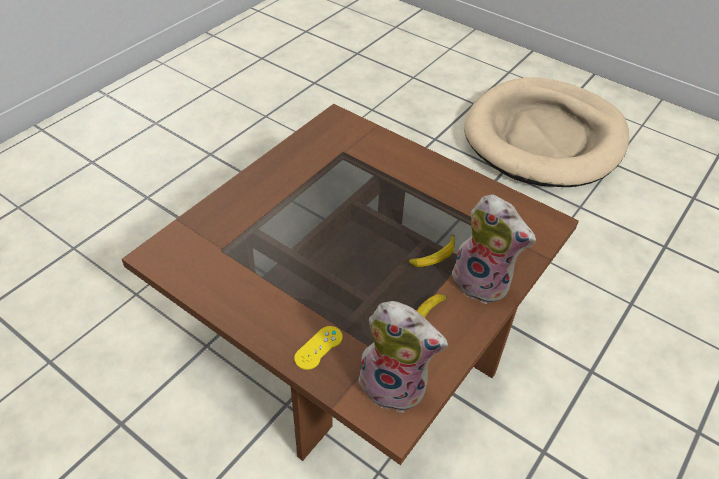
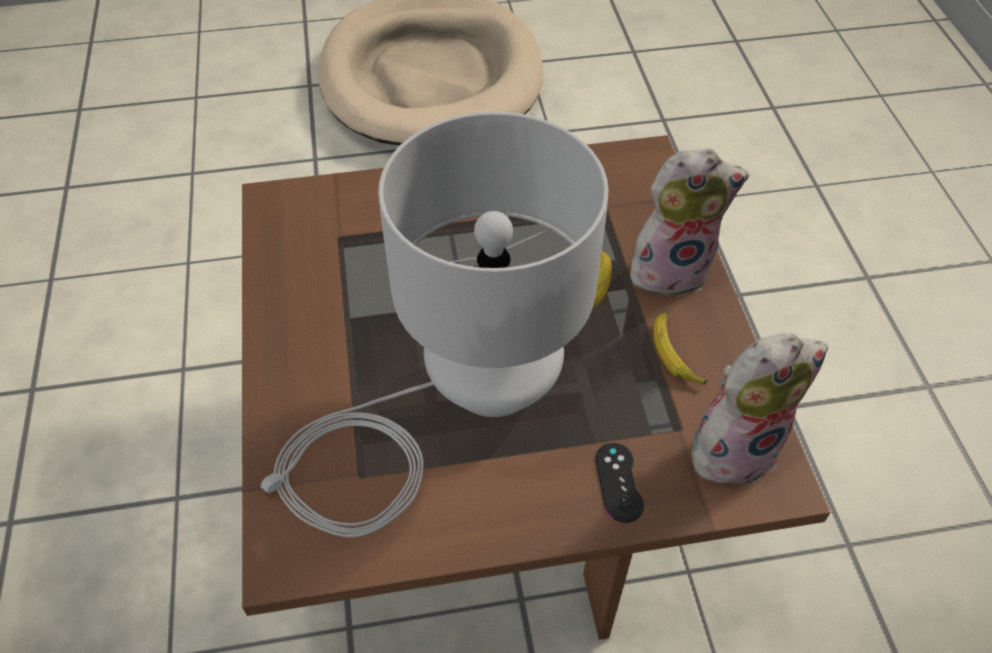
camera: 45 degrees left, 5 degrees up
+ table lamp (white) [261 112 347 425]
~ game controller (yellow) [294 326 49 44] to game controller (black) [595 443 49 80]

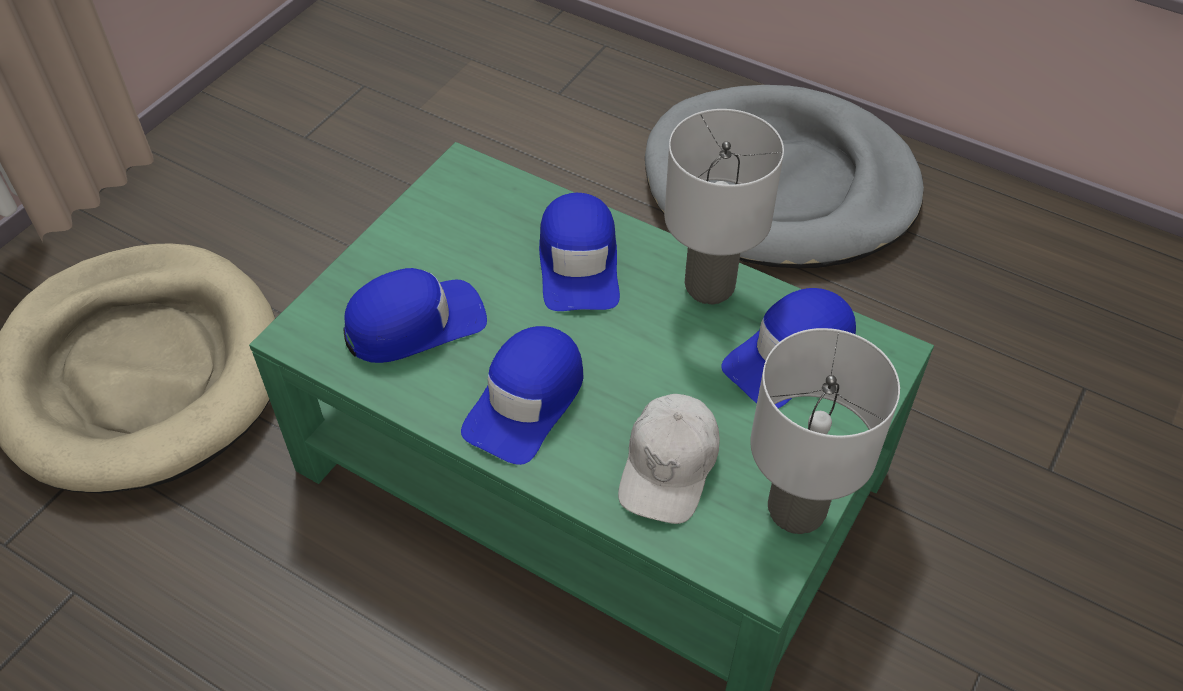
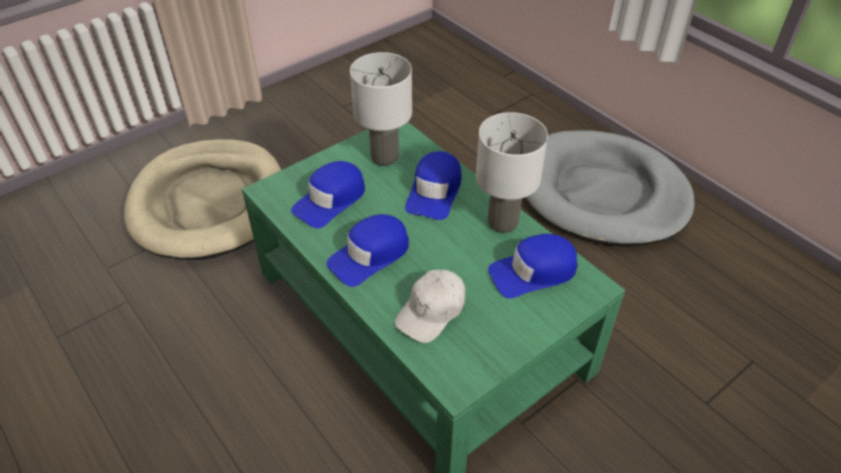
camera: 20 degrees right, 5 degrees down
~ table lamp (white) [750 328 150 206] to [350 52 62 114]
~ cap (blue) [343 268 144 95] = [291 161 74 67] 135 degrees clockwise

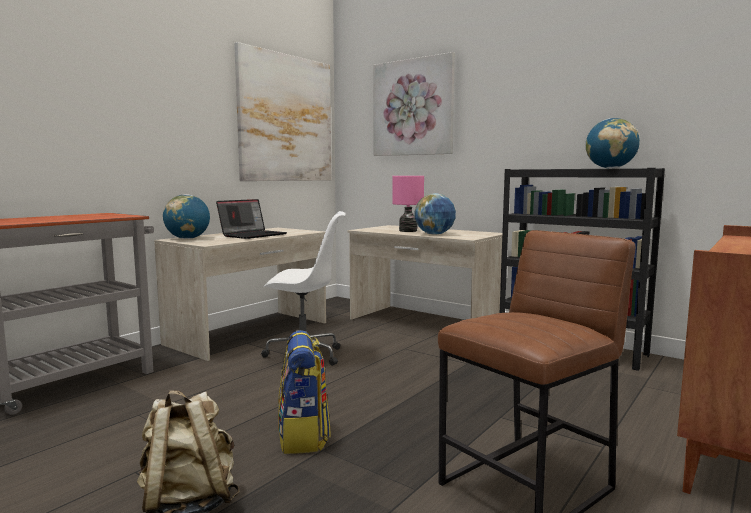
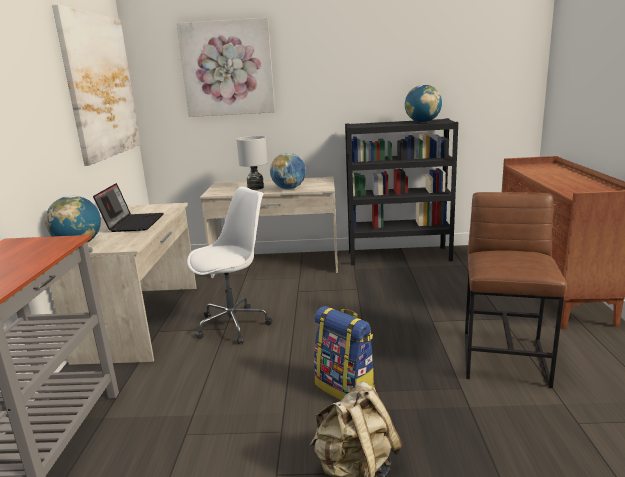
camera: 35 degrees left, 10 degrees up
~ table lamp (pink) [392 176 32 56] to table lamp (grey) [236 136 32 54]

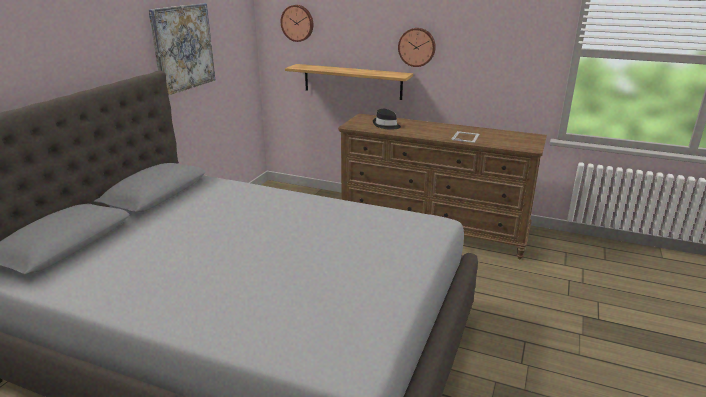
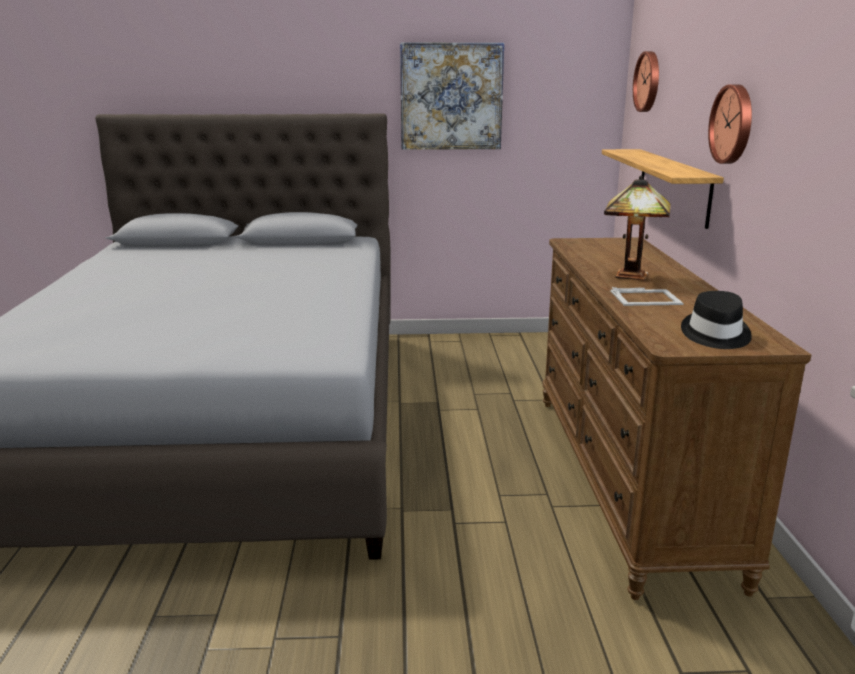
camera: 65 degrees right, 5 degrees down
+ table lamp [604 175 67 106]
~ hat (black) [373 109 28 21] to [681 291 71 58]

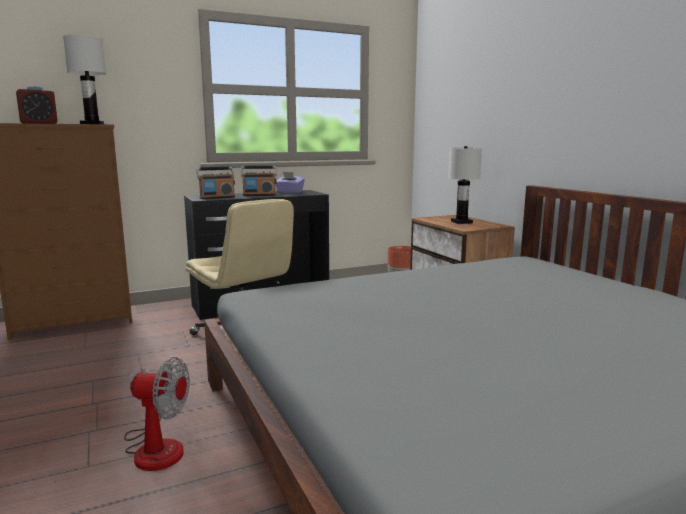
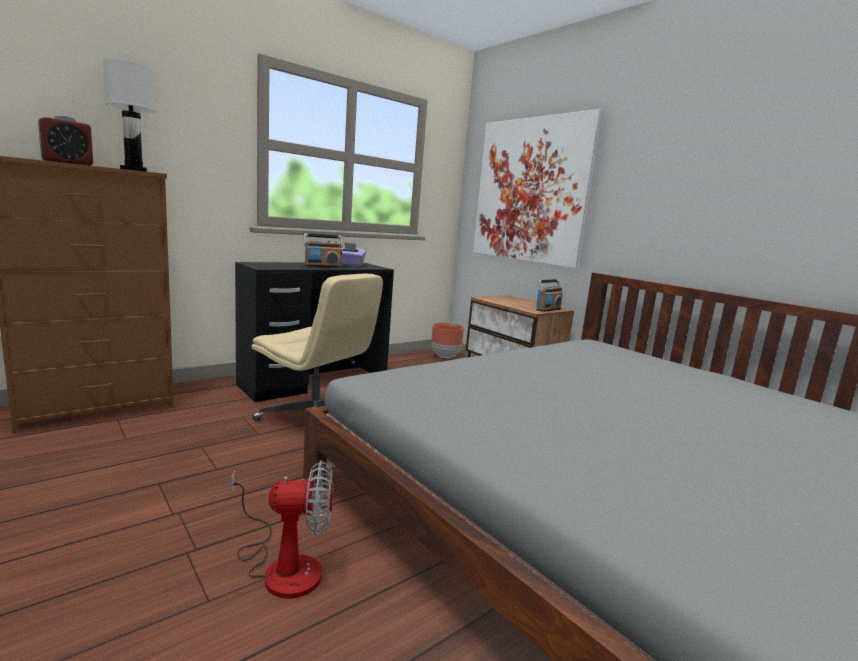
camera: 15 degrees left, 0 degrees up
- table lamp (white) [448 146 34 78]
+ picture [473 109 131 159]
~ radio [196 167 39 32] to [536 279 27 33]

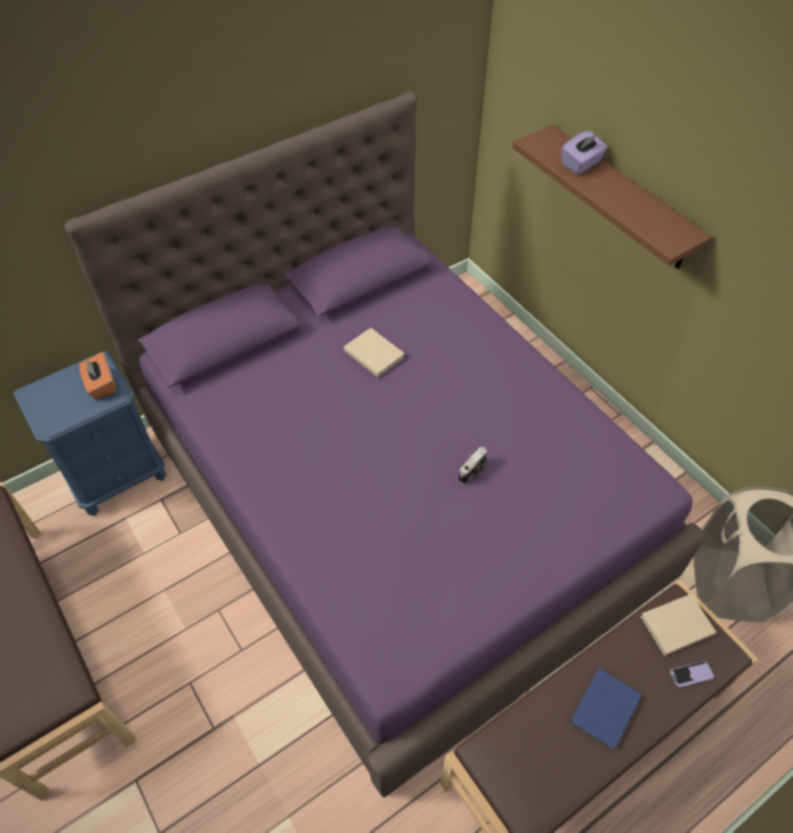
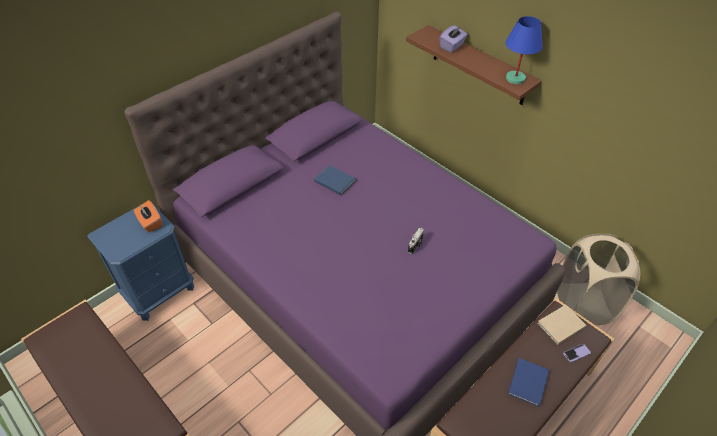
camera: 10 degrees left, 5 degrees down
+ table lamp (blue) [506 16 37 68]
~ book (beige) [344 328 61 49] to book (blue) [314 165 42 30]

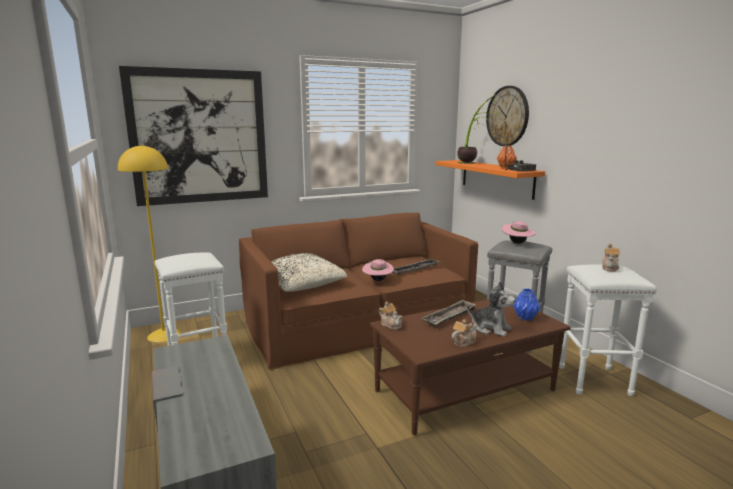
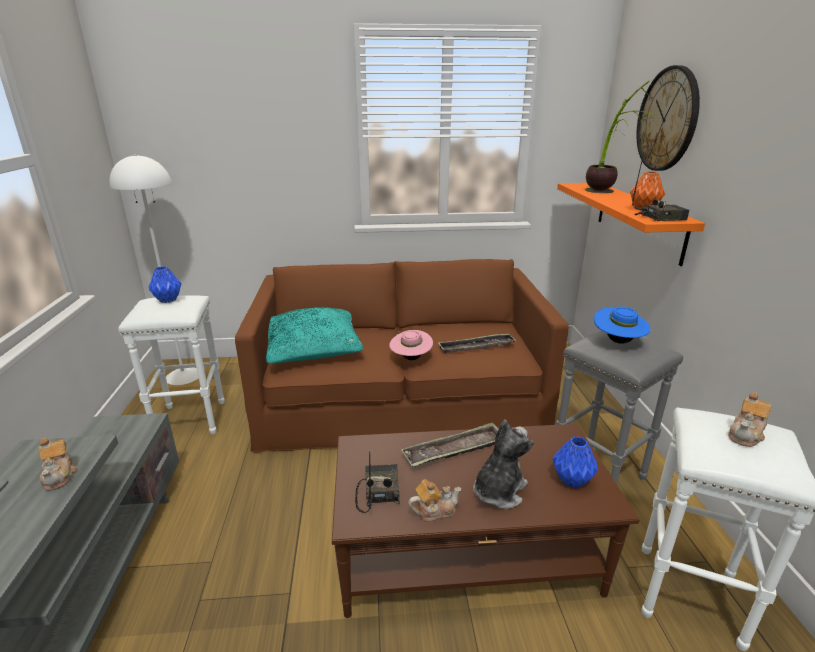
camera: 20 degrees right, 10 degrees up
- picture [119 66 149 140]
+ vase (blue) [149 266 32 37]
+ radio [355 451 45 62]
~ teapot [379 301 24 29] to [39 438 38 53]
~ floor lamp (yellow) [118 144 62 198] to floor lamp (white) [109 154 90 231]
~ pillow (beige) [271 253 76 39] to pillow (turquoise) [265 307 98 57]
~ hat (pink) [501 221 35 23] to hat (blue) [594 307 57 37]
~ plush toy [467 281 49 56] = [473 419 61 90] 105 degrees counterclockwise

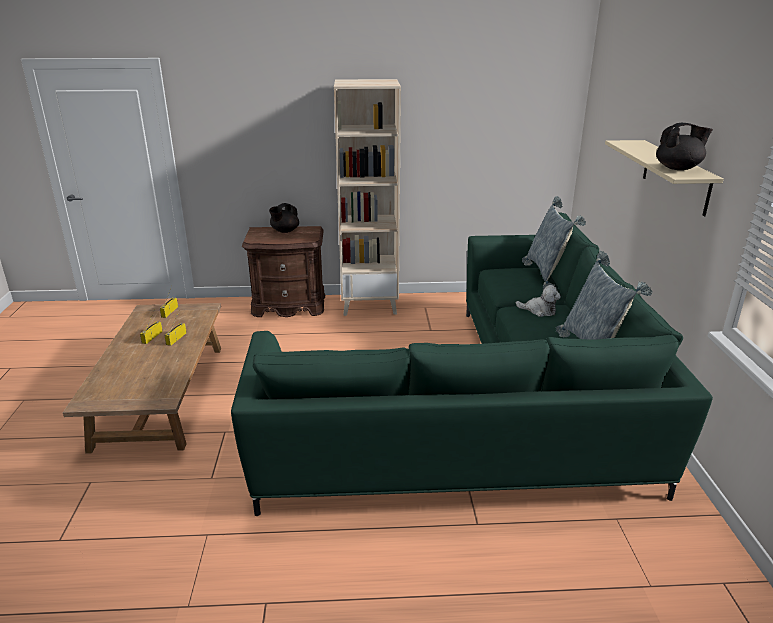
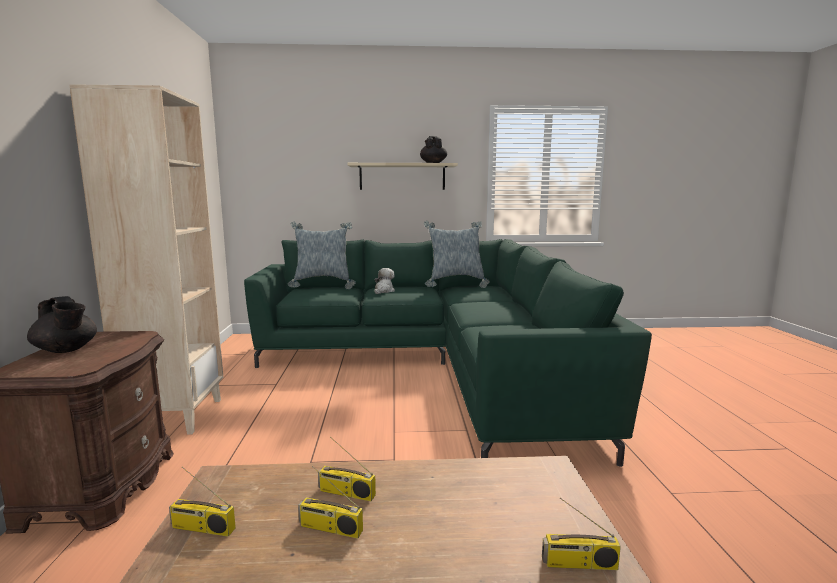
camera: 90 degrees left, 15 degrees down
+ radio [542 498 79 72]

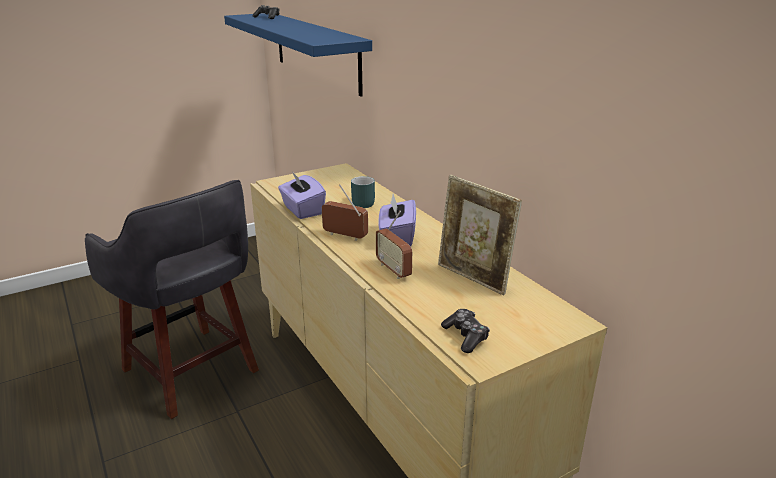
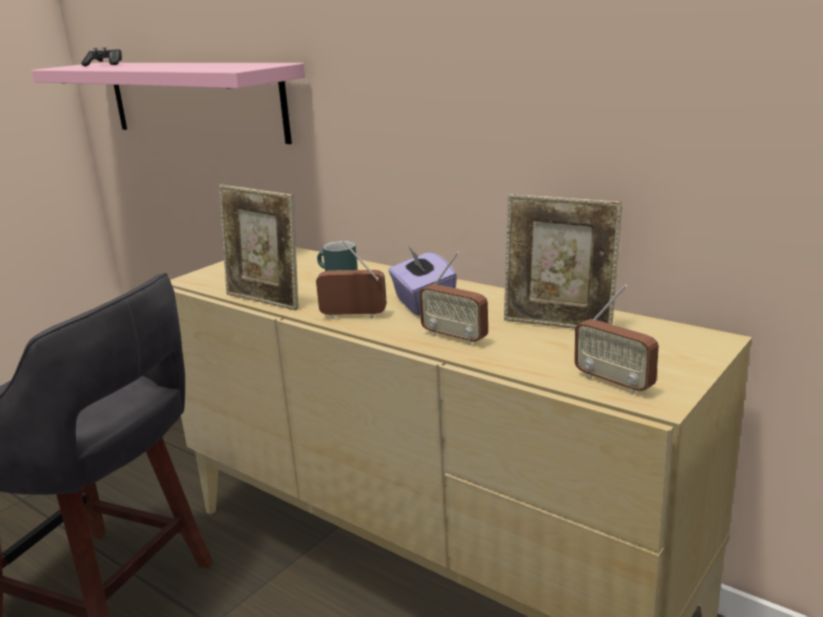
camera: 20 degrees left, 5 degrees down
~ tissue box (purple) [278 172 48 47] to picture frame [219 184 80 126]
~ game controller [441 309 49 44] to radio [574 285 85 110]
~ shelf (blue) [224 13 148 84] to shelf (pink) [32 63 273 81]

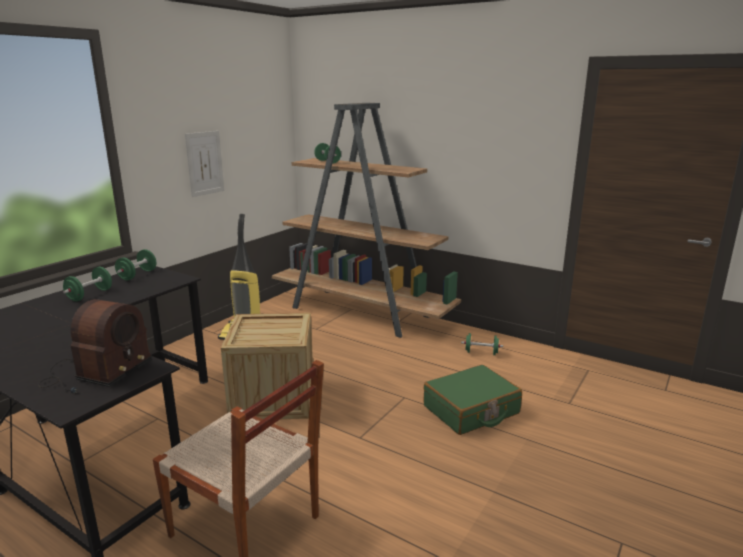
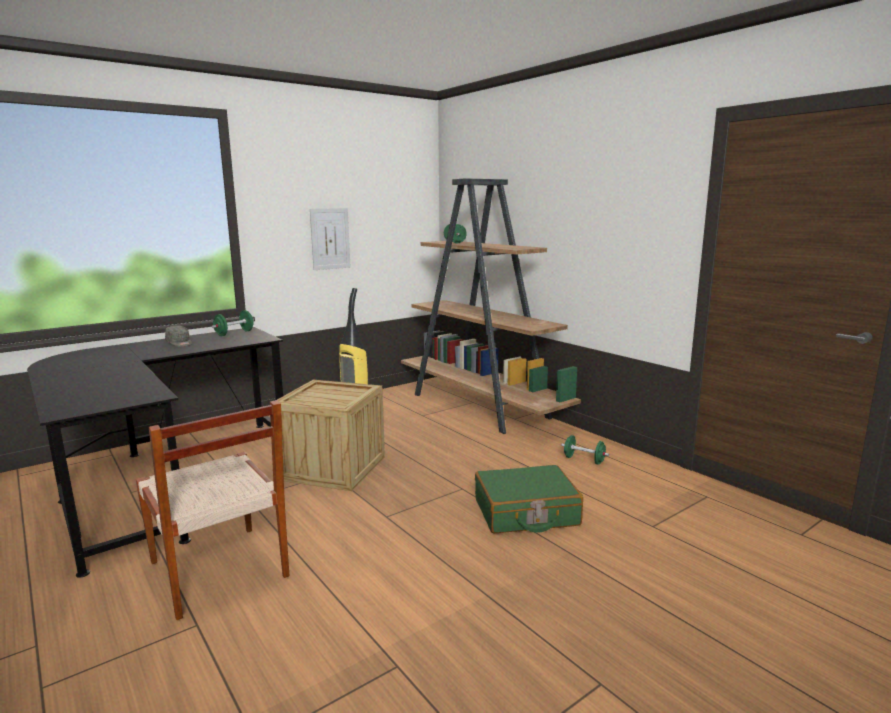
camera: 20 degrees right, 5 degrees down
- radio [38 299 114 94]
~ dumbbell (green) [63 267 49 34] to cap (grey) [165 326 27 21]

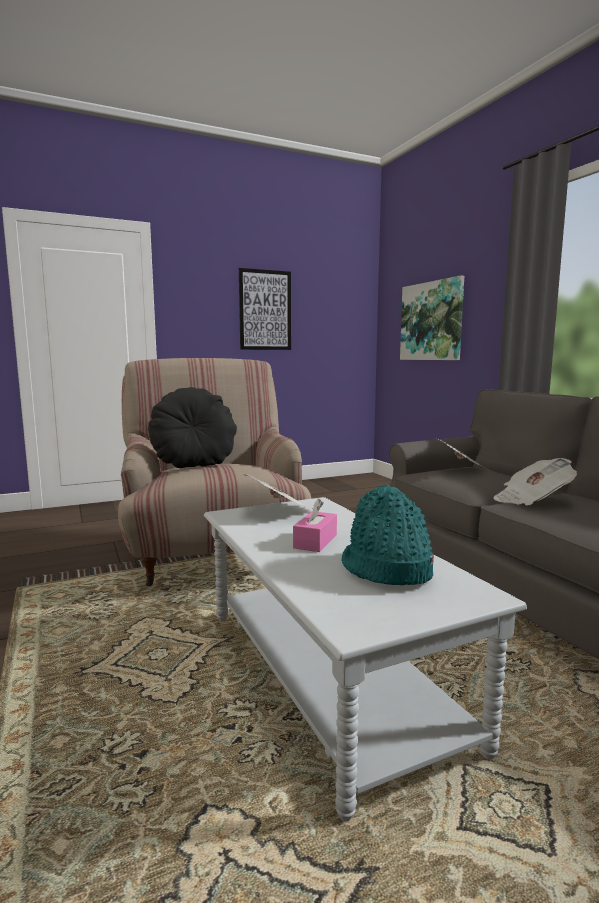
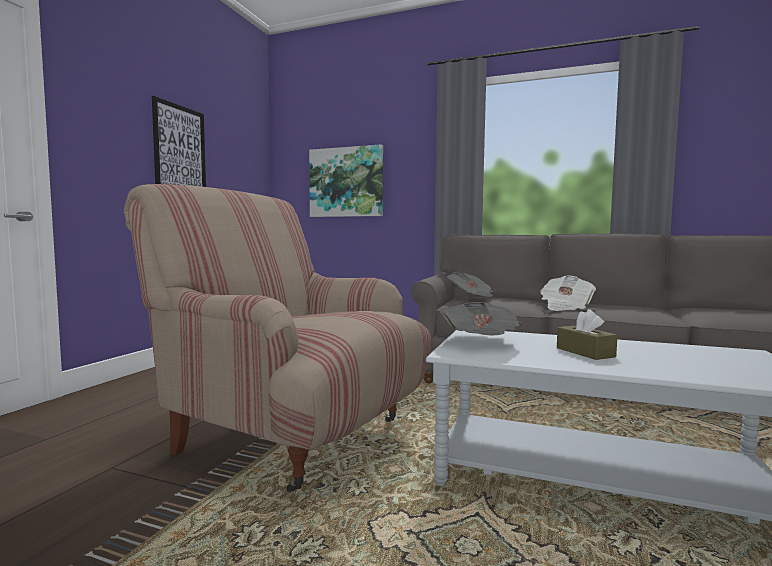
camera: 45 degrees left, 5 degrees down
- pillow (black) [148 387 89 81]
- hat (turquoise) [342 484 92 101]
~ tissue box (pink) [293 498 44 54] to tissue box (brown) [557 309 60 51]

